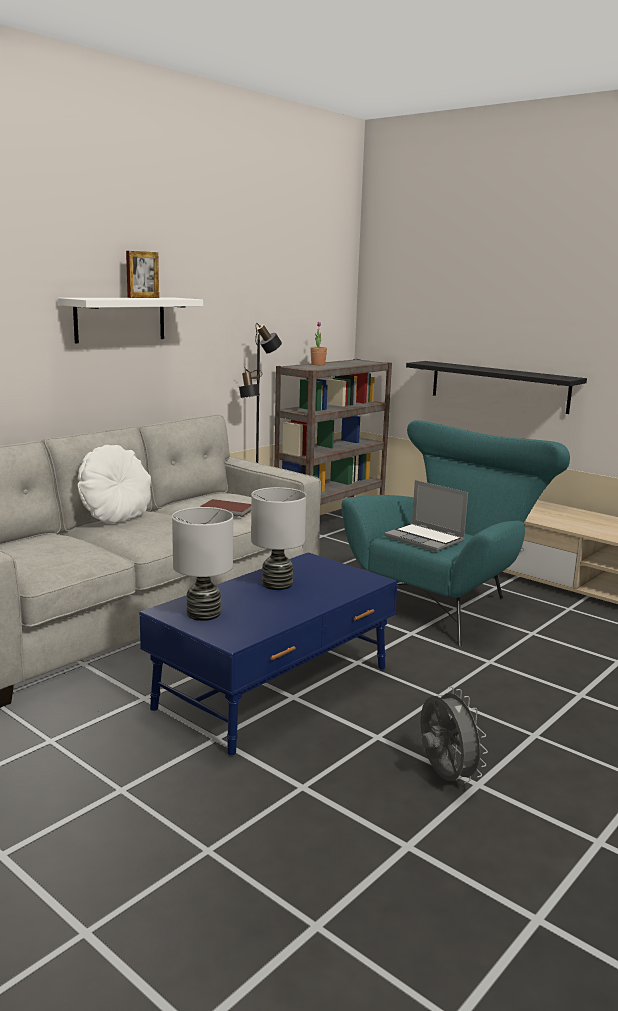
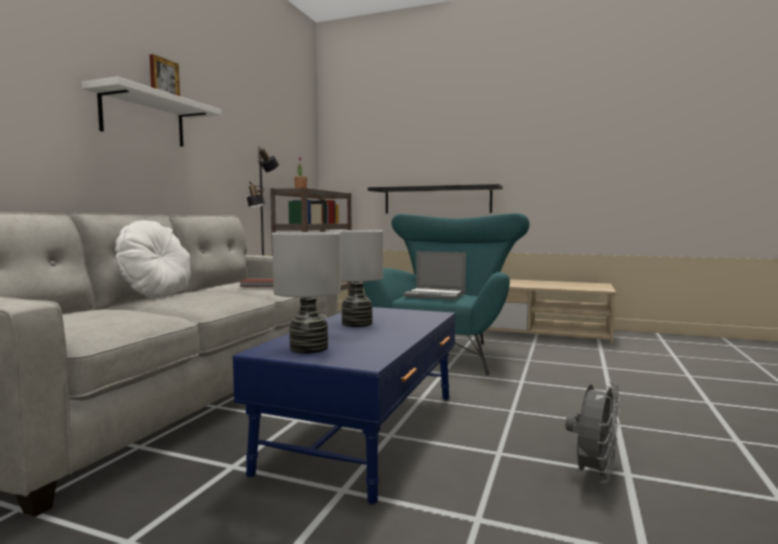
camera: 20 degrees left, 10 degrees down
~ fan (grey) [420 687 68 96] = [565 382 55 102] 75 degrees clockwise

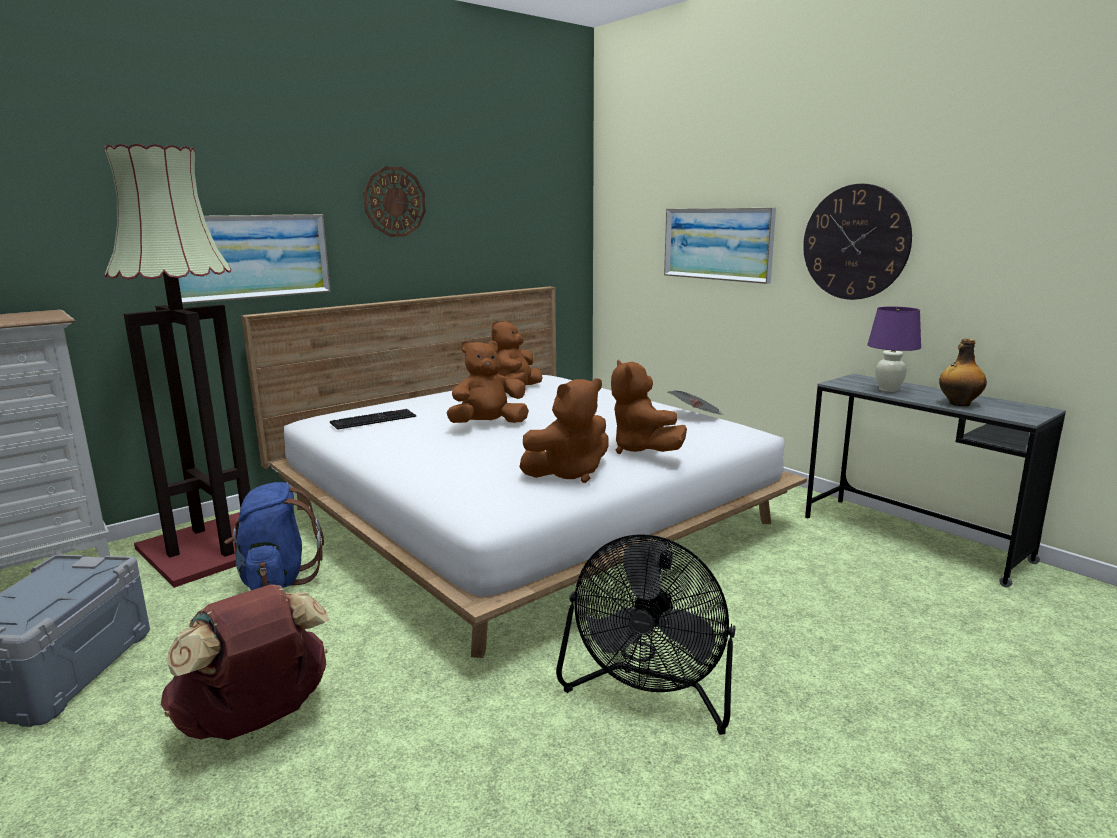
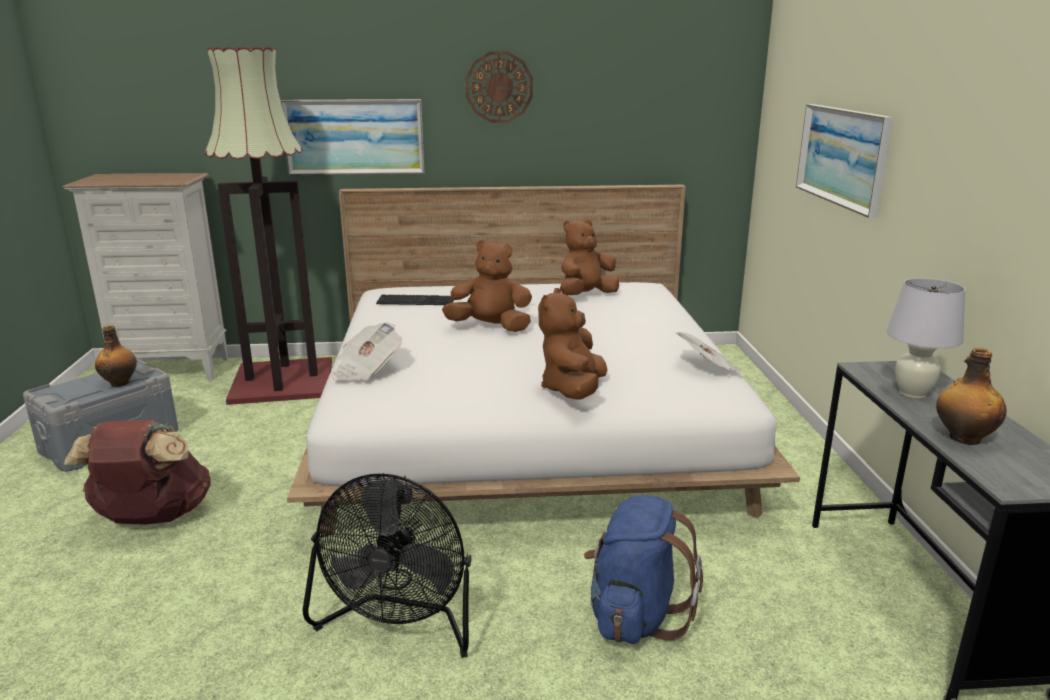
camera: 35 degrees right, 5 degrees up
- plush toy (brown) [519 378 90 105]
- wall clock [803 184 109 116]
+ bottle [95 325 42 62]
+ newspaper [331 322 71 59]
~ backpack (blue) [225 482 99 108] to [584 495 119 149]
~ table lamp (purple) [867 306 54 86] to table lamp (white) [887 278 79 120]
~ fan (black) [556 534 179 201] = [303 473 168 185] 45 degrees counterclockwise

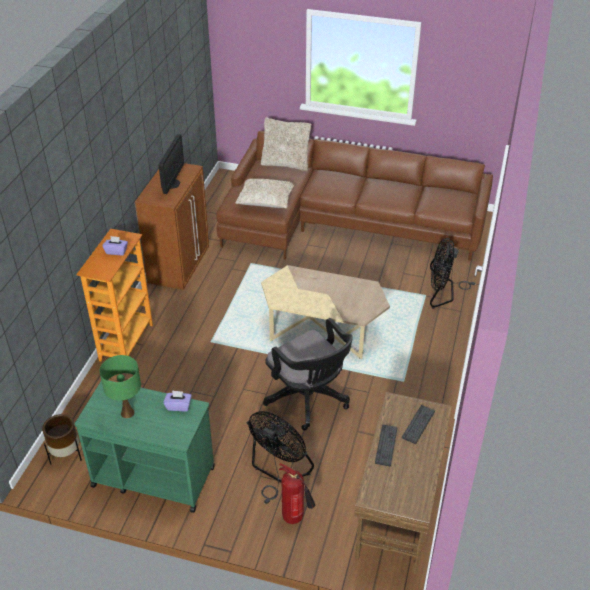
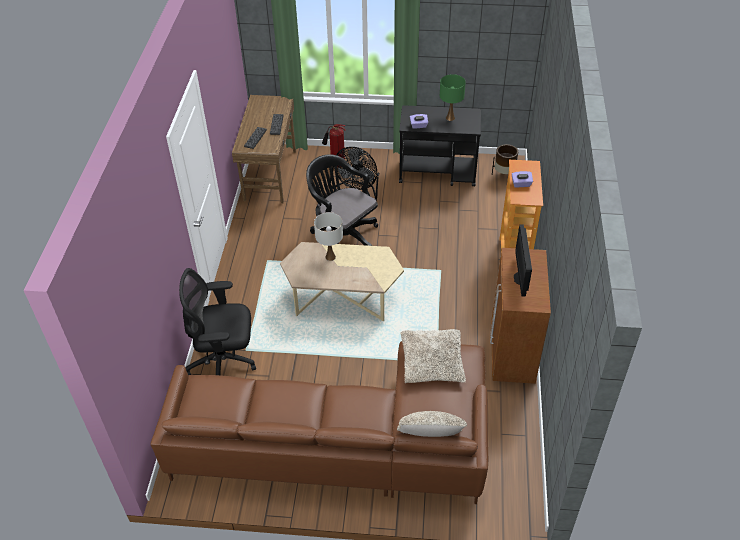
camera: 170 degrees right, 5 degrees up
+ table lamp (white) [314 212 29 49]
~ fan (black) [430 238 46 71] to office chair (black) [179 268 77 107]
~ cart (green) [75 380 140 133] to cart (black) [399 105 82 82]

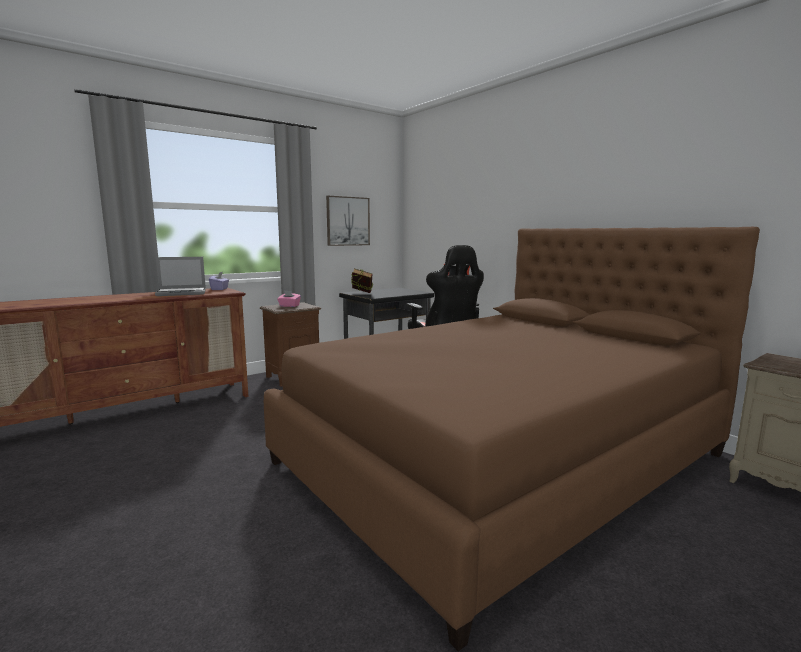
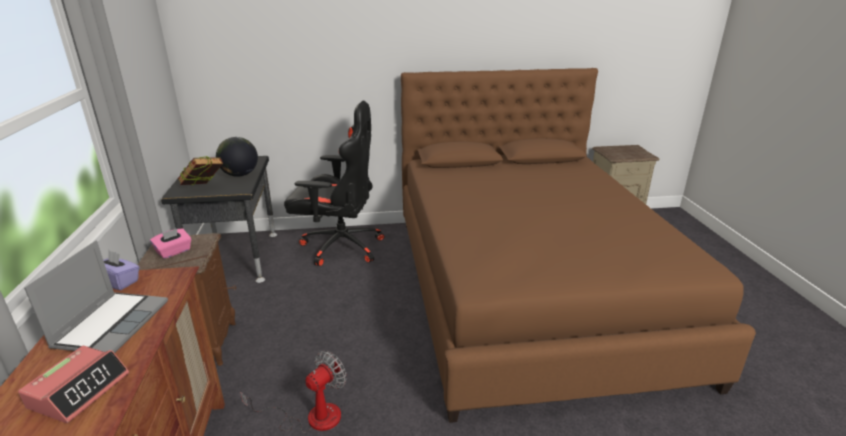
camera: 60 degrees left, 15 degrees up
- picture [326 196 44 50]
+ alarm clock [18 346 111 77]
+ globe [216 137 42 40]
+ fan [240 351 107 82]

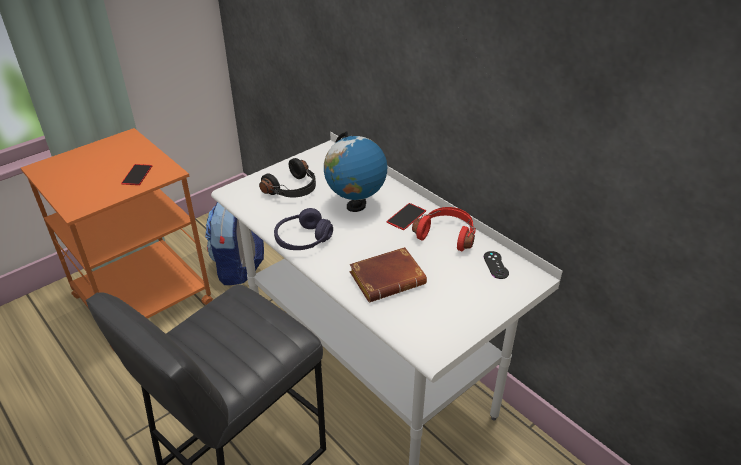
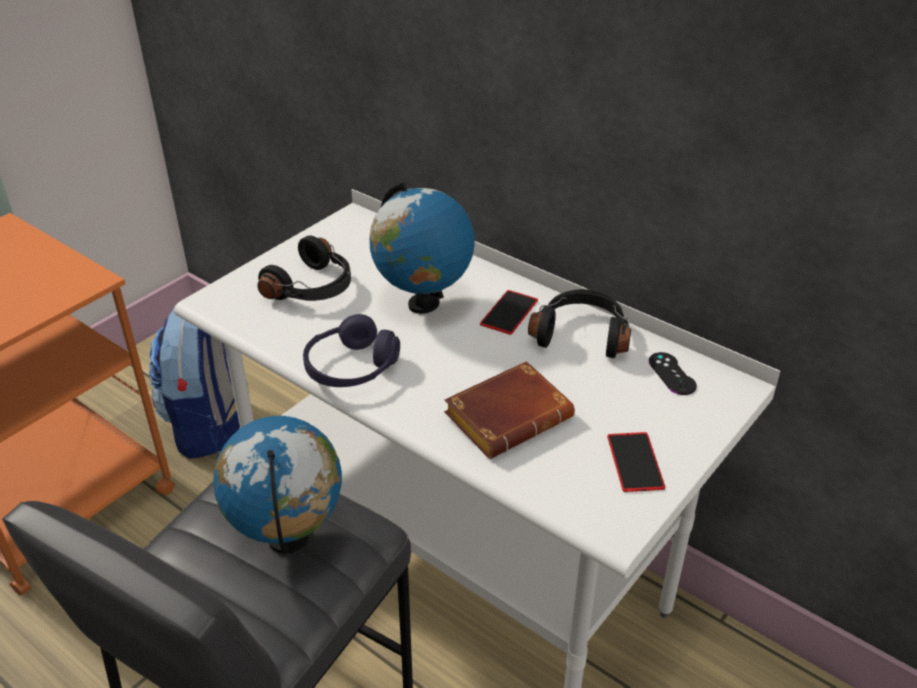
camera: 10 degrees left, 0 degrees up
+ globe [213 416 129 138]
~ phone [121 164 31 21] to [607 432 58 60]
~ headphones (red) [412 207 64 44] to headphones (black) [528 289 103 69]

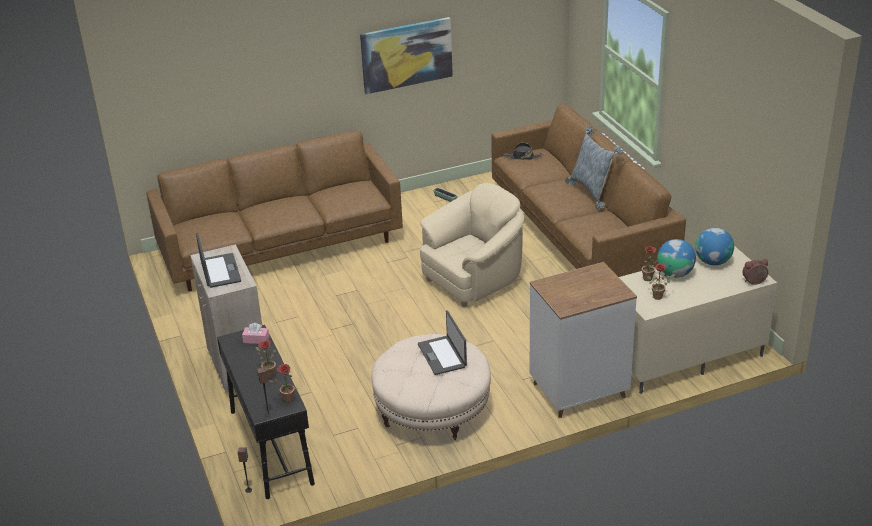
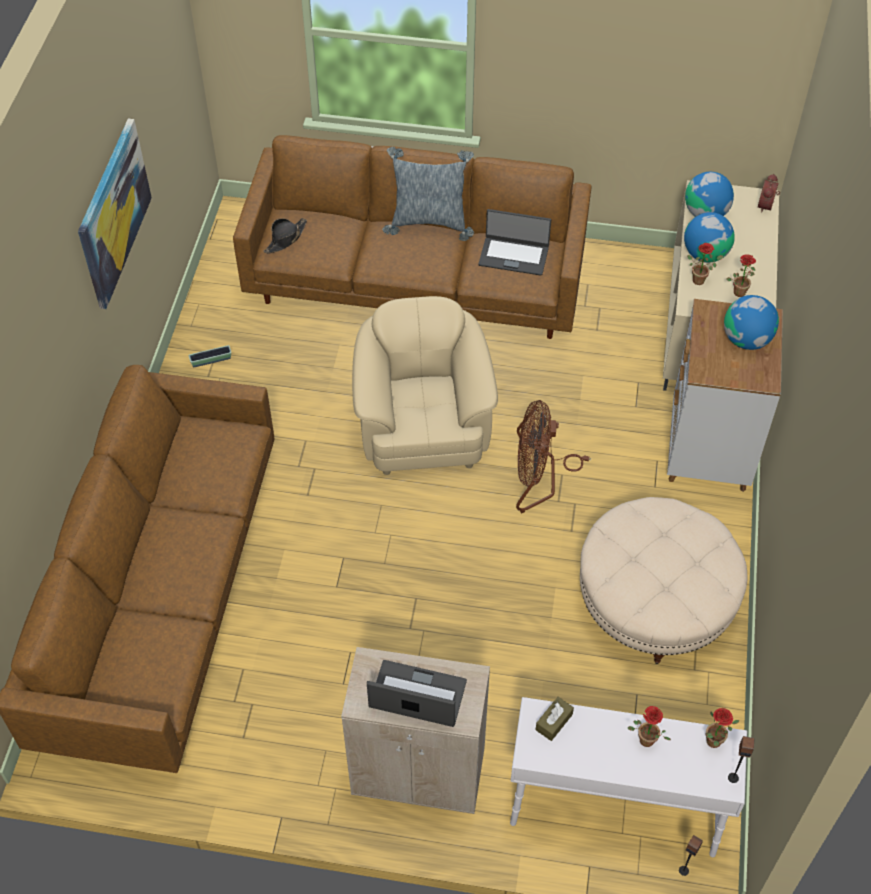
camera: 60 degrees left, 20 degrees up
+ fan (brown) [516 400 75 113]
+ globe [724 295 55 55]
~ laptop [418 311 49 64] to [478 209 73 67]
~ console table (black) [217 325 98 174] to console table (white) [510 697 237 160]
~ tissue box (pink) [242 323 28 21] to tissue box (brown) [535 697 39 44]

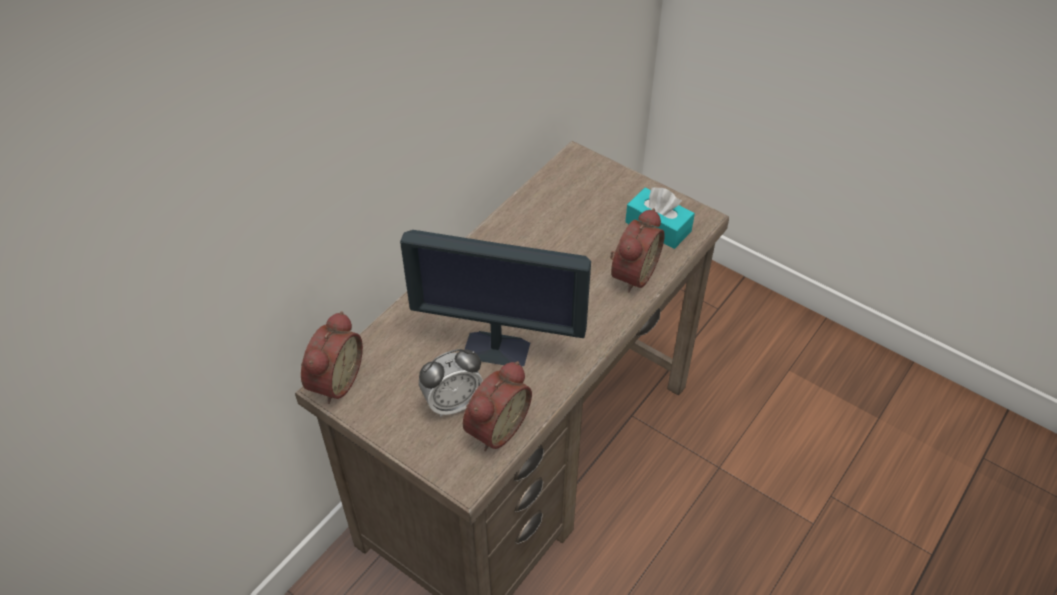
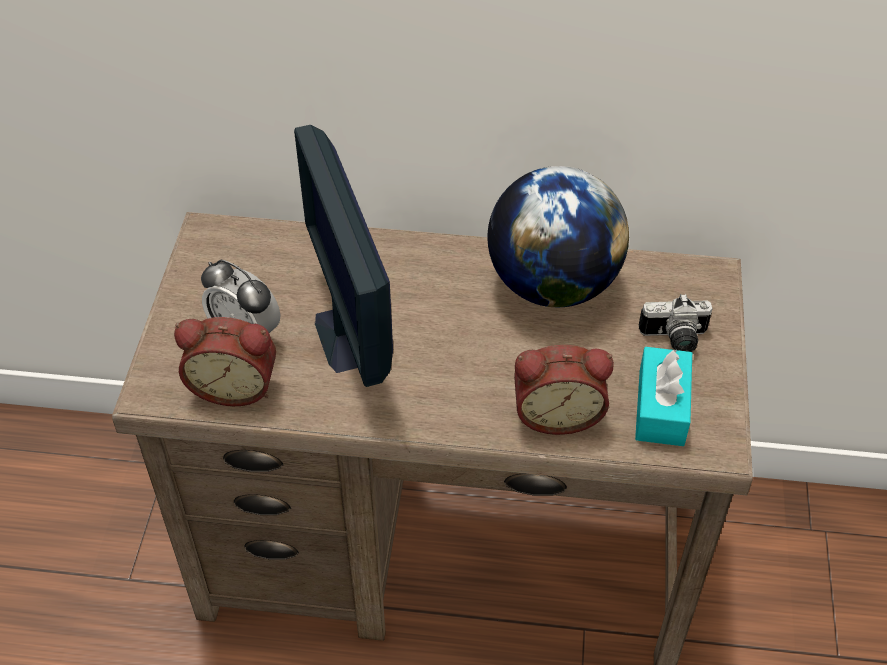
camera: 60 degrees right, 0 degrees up
- alarm clock [301 311 62 93]
+ globe [487 166 142 141]
+ photo camera [639 294 73 58]

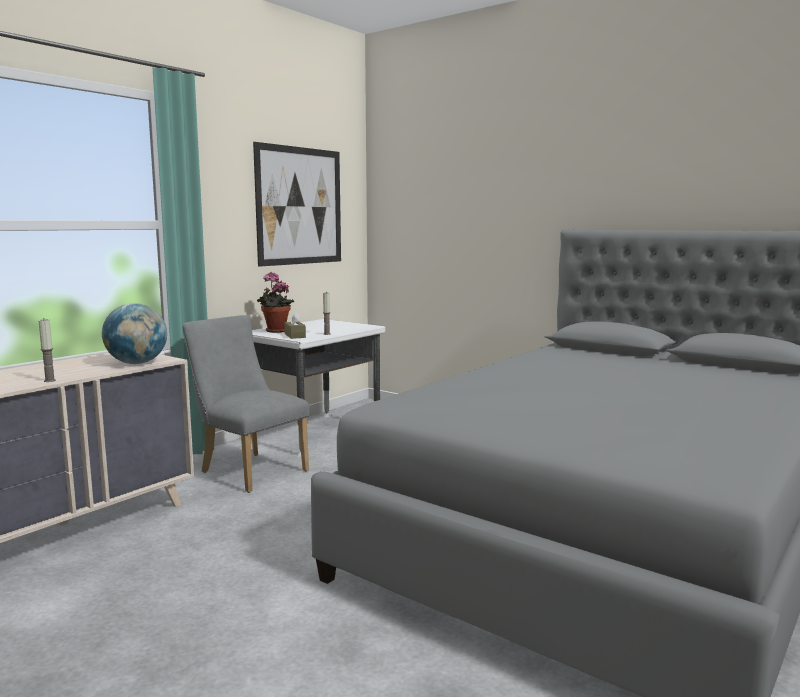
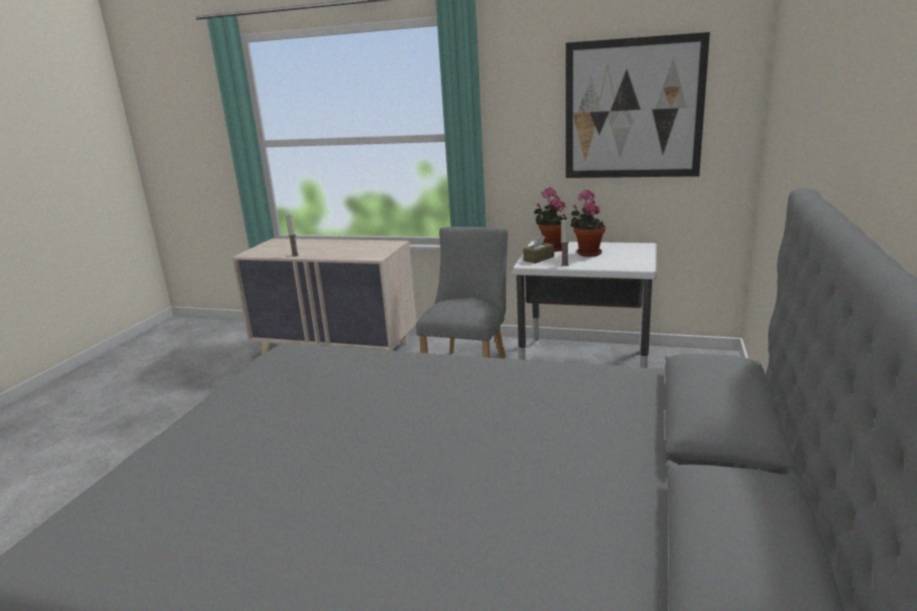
camera: 70 degrees right, 10 degrees up
- globe [102 303 65 61]
+ potted plant [570 190 36 67]

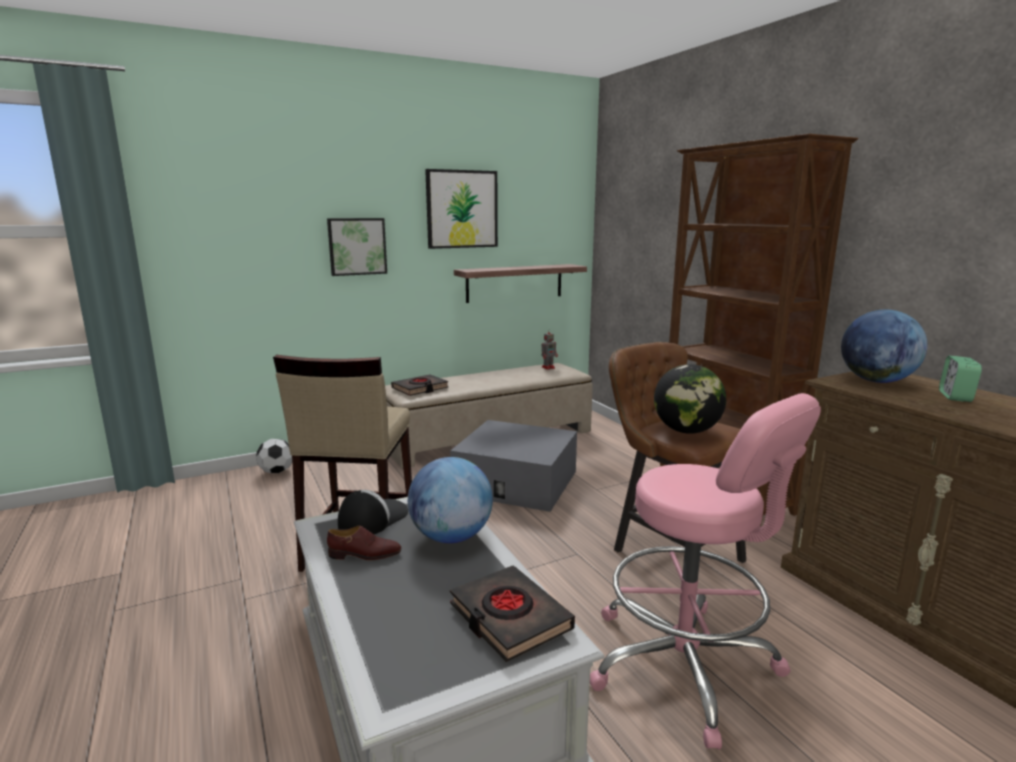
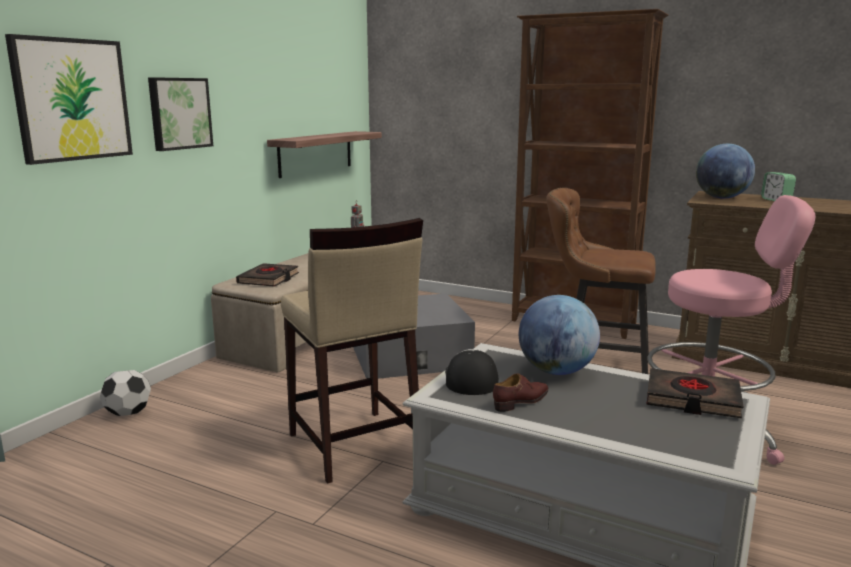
camera: 35 degrees left, 0 degrees up
- globe [654 364 72 70]
~ picture [425 169 73 80] to [5 34 128 131]

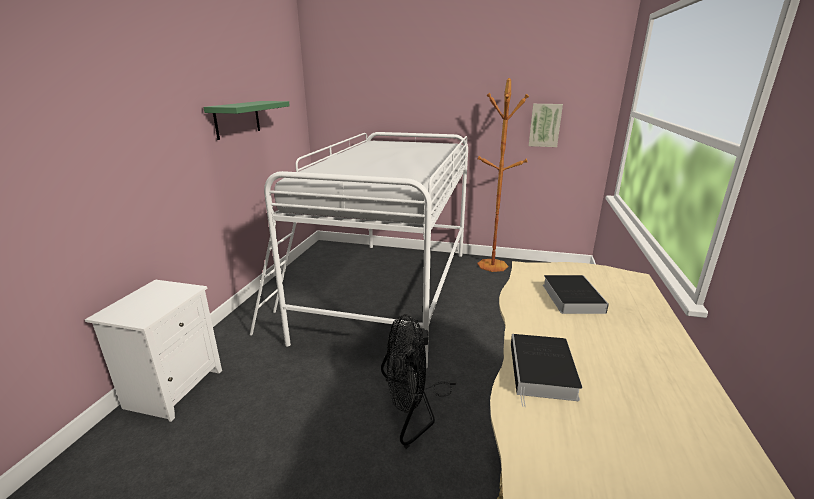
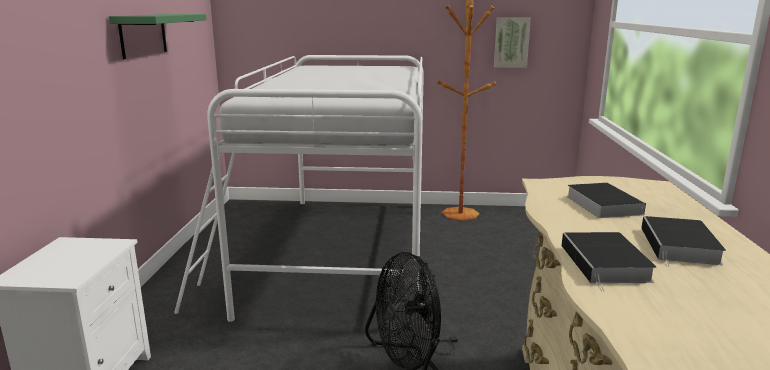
camera: 10 degrees left, 5 degrees down
+ book [641 216 85 51]

